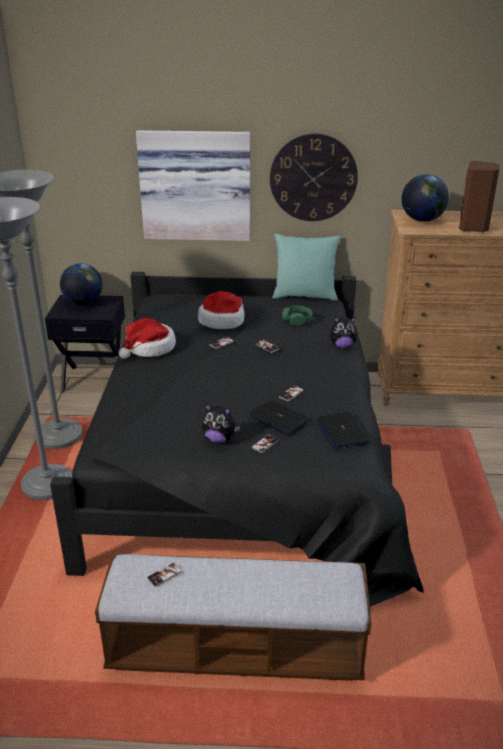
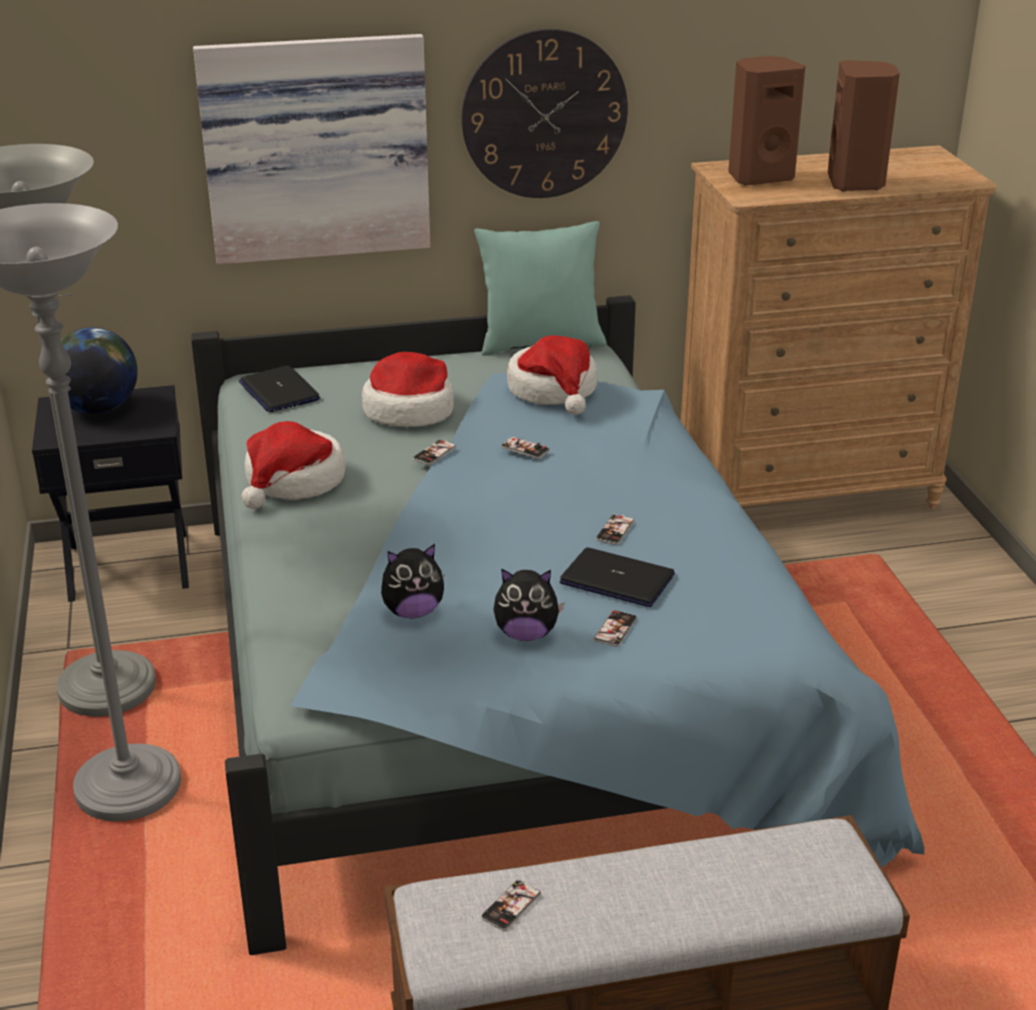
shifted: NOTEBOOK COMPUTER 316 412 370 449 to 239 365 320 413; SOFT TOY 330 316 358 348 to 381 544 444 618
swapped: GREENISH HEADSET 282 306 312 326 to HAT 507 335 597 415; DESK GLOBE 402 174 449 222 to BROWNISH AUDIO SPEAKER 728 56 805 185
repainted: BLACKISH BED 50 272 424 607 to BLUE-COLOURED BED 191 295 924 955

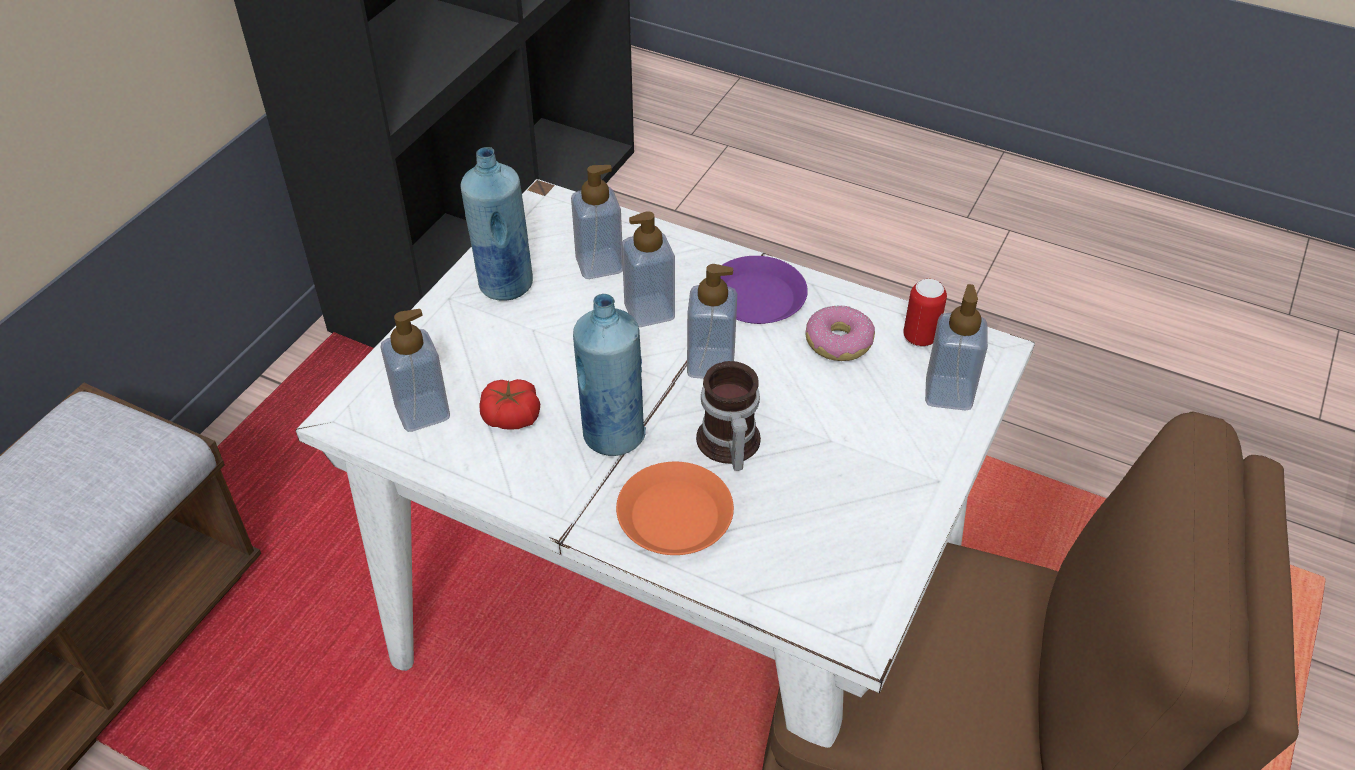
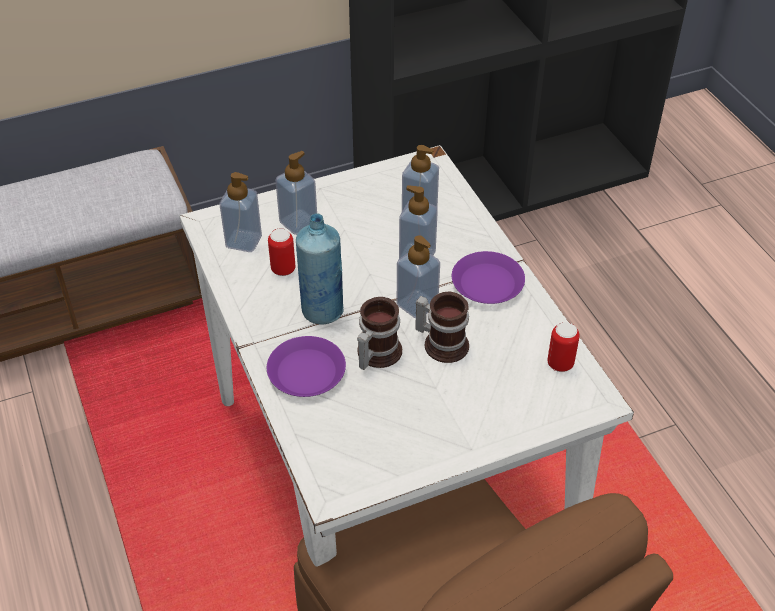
gone: BLUE-COLOURED BEVERAGE BOTTLE 461 147 533 301; RING DOUGHNUT 805 305 875 361
new: MUG 416 292 469 363
shifted: SOAP DISPENSER 925 284 988 410 to 275 151 317 235
swapped: TOMATO 479 379 540 429 to SEALED CAN 268 229 295 276
repainted: ORANGE DINNER PLATE 616 462 734 555 to PURPLE-COLOURED DINNER PLATE 267 336 346 397

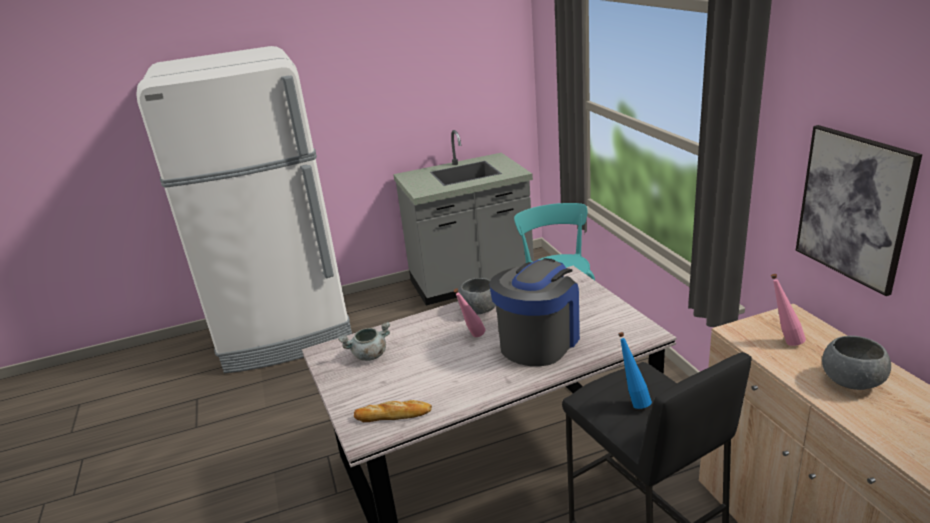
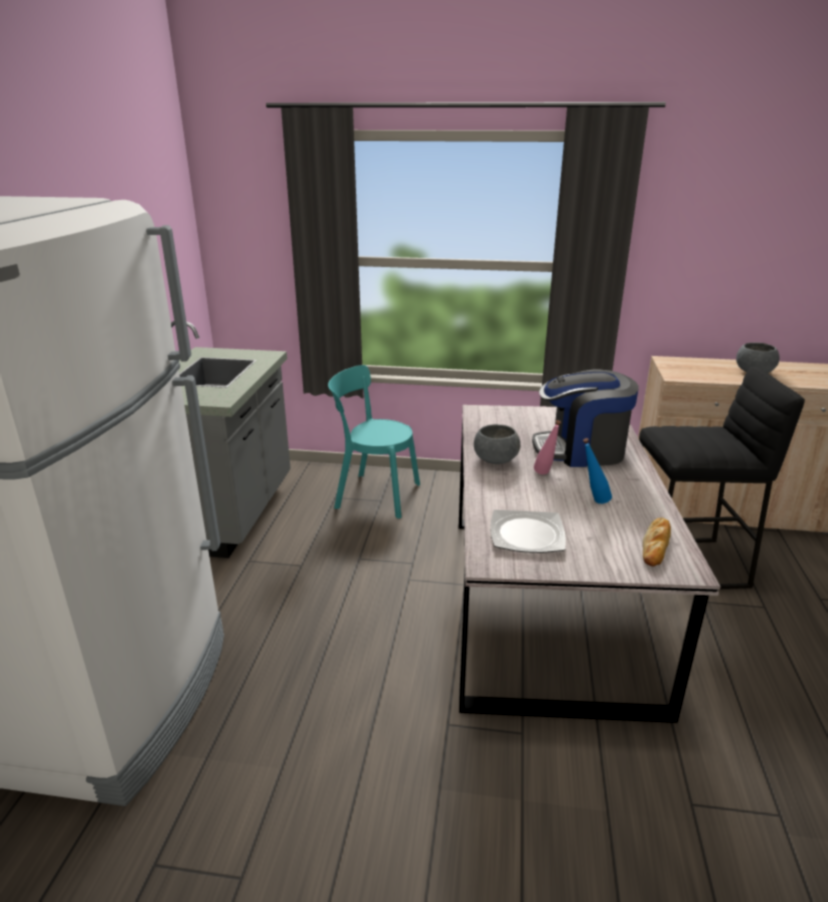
gone: PINK-COLOURED BEVERAGE BOTTLE 771 274 806 346; PICTURE 796 125 922 296
shifted: BLUE-COLOURED BEVERAGE BOTTLE 618 332 652 409 to 583 438 612 504
swapped: GREY STOCKPOT 338 322 390 361 to DINNER PLATE 490 510 566 553
rotated: COFFEE MACHINE 489 258 580 366 = 532 370 639 467 60 degrees counterclockwise

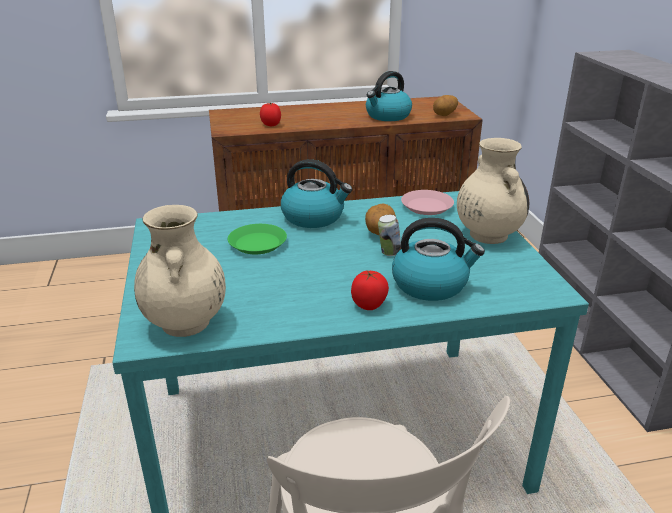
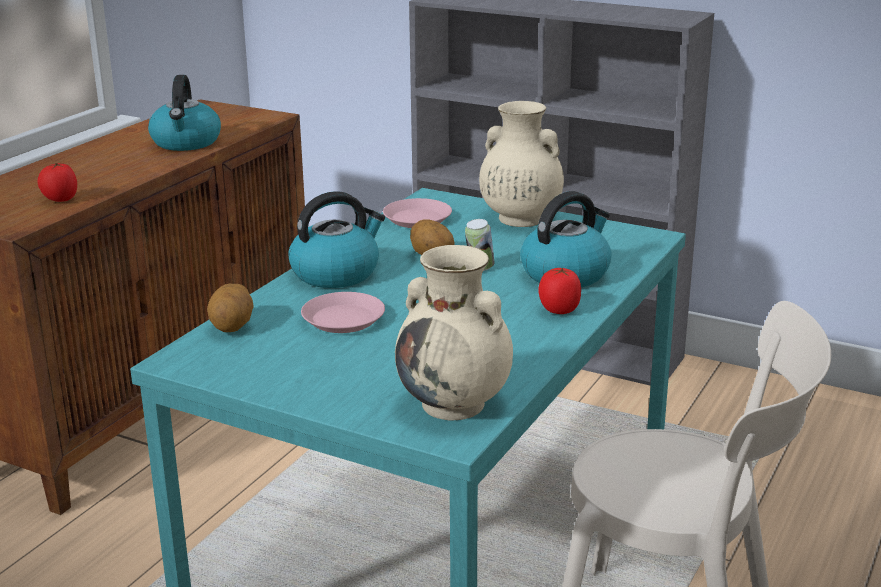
shifted: WHOLE POTATO 433 95 458 116 to 207 284 254 332
repainted: GREENISH DINNER PLATE 228 224 287 254 to PINK-COLOURED DINNER PLATE 301 292 385 333

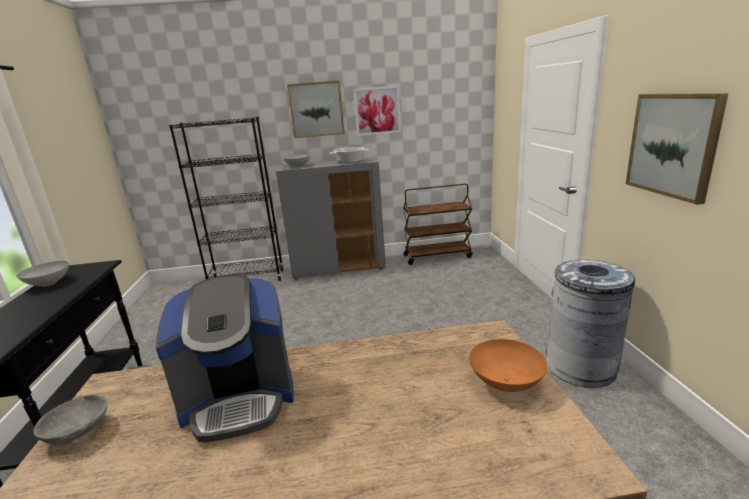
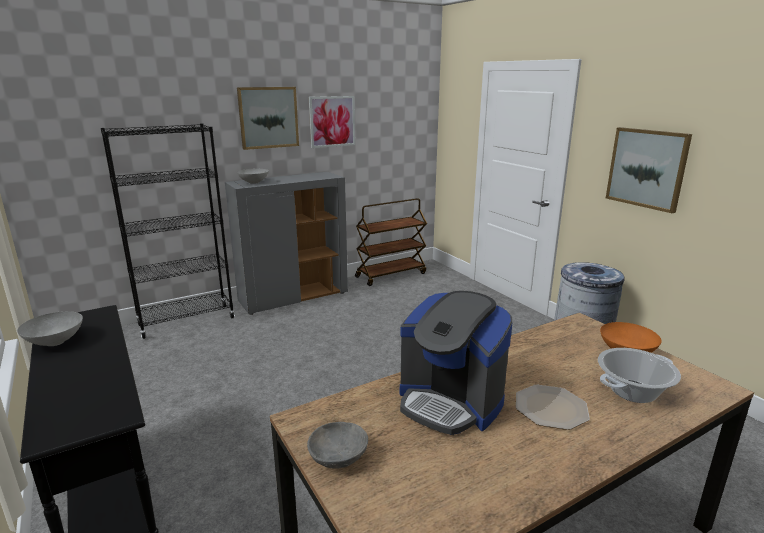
new: DINNER PLATE 516 385 590 430
shifted: STOCKPOT 329 147 369 163 to 598 348 681 403
rotated: COFFEE MACHINE 156 275 294 442 = 400 291 512 435 75 degrees clockwise

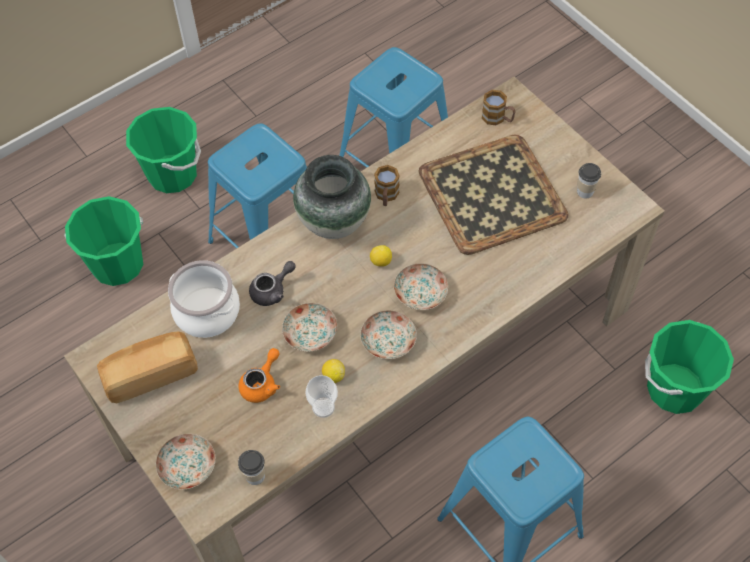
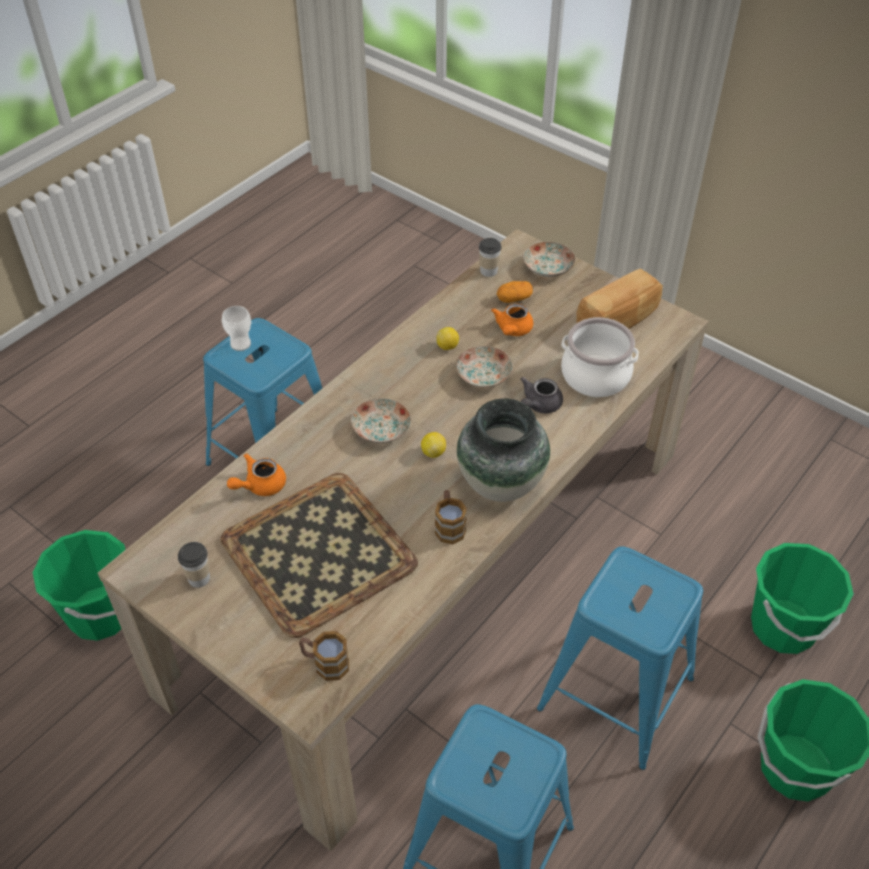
gone: DINNER PLATE 360 311 417 359
new: ORANGE TEA POT 227 453 286 496; WHOLE POTATO 497 281 533 303
shifted: CUP 306 375 338 418 to 222 306 251 351

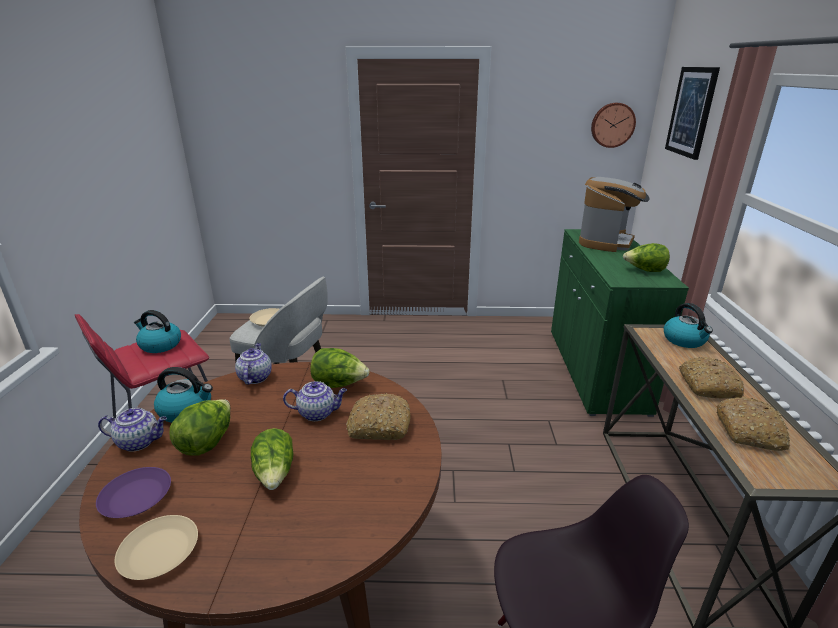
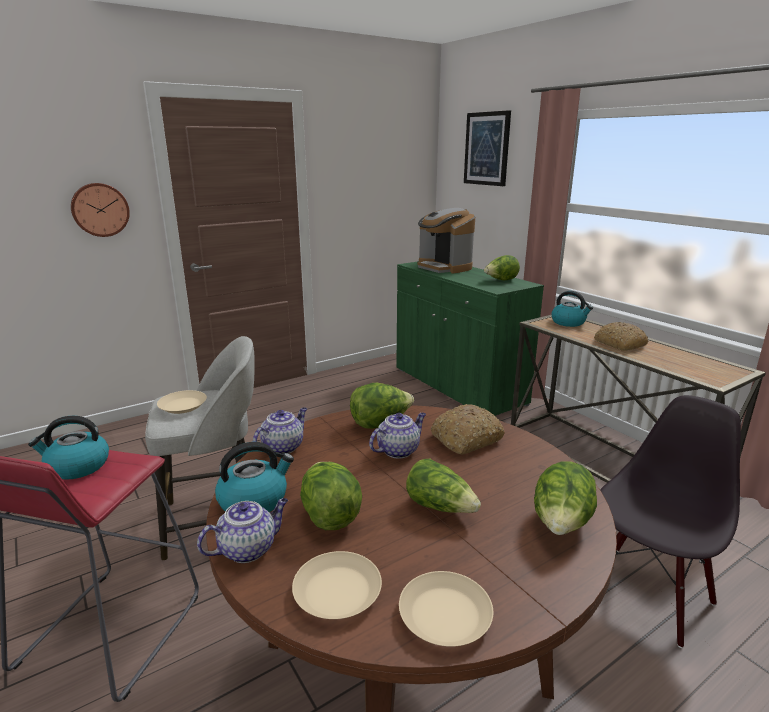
gone: BAKERY BREAD 717 397 790 451
new: HEAD OF LETTUCE 534 461 597 535
shifted: CLOCK ON THE WALL 591 103 636 148 to 71 183 130 237
repainted: PURPLE-COLOURED DINNER PLATE 96 467 171 518 to SAND-COLOURED DINNER PLATE 292 551 382 619
rotated: TEA POT 235 343 272 385 = 253 407 307 454 75 degrees clockwise; COFFEE MACHINE 579 177 650 252 = 417 208 475 274 150 degrees clockwise

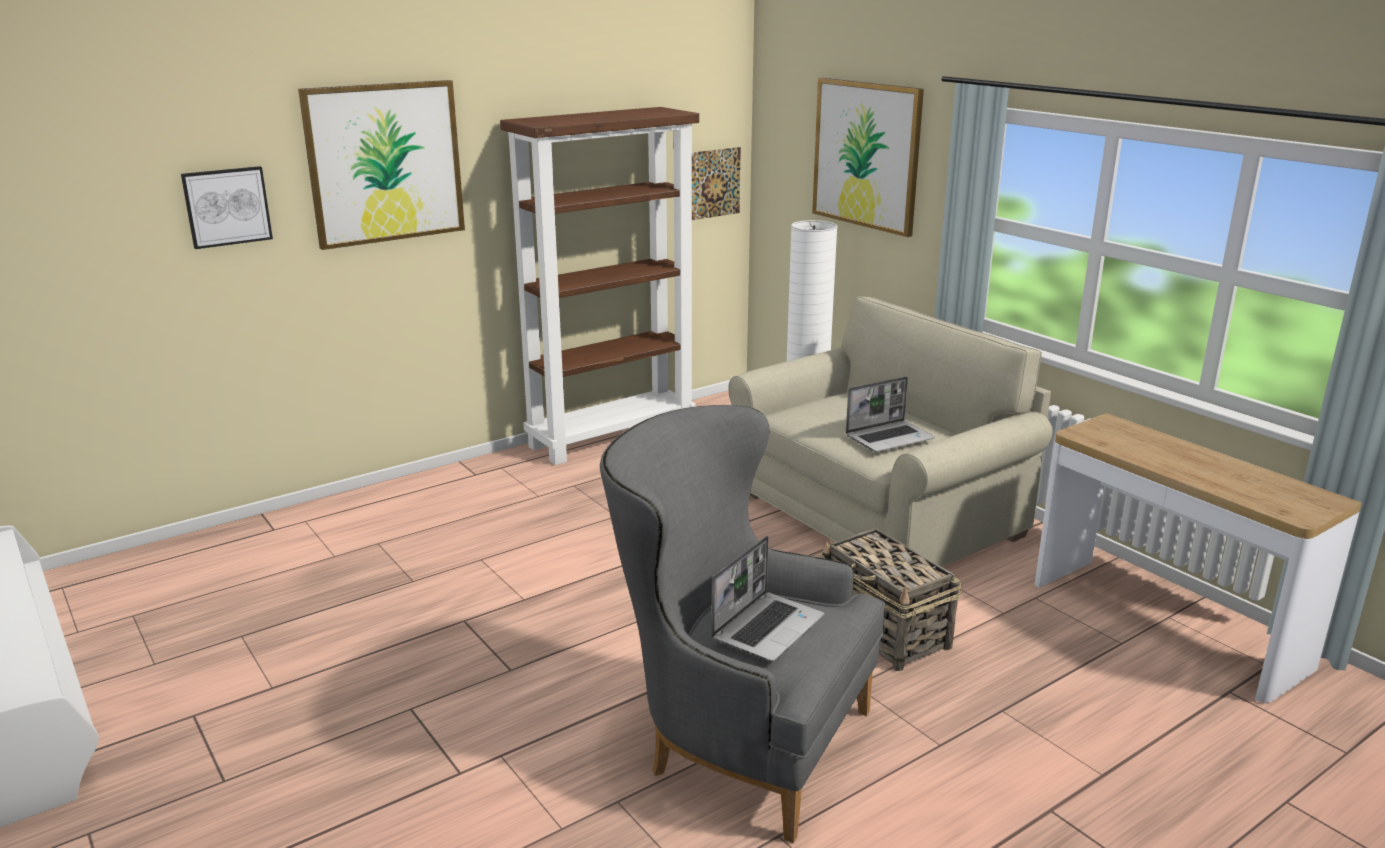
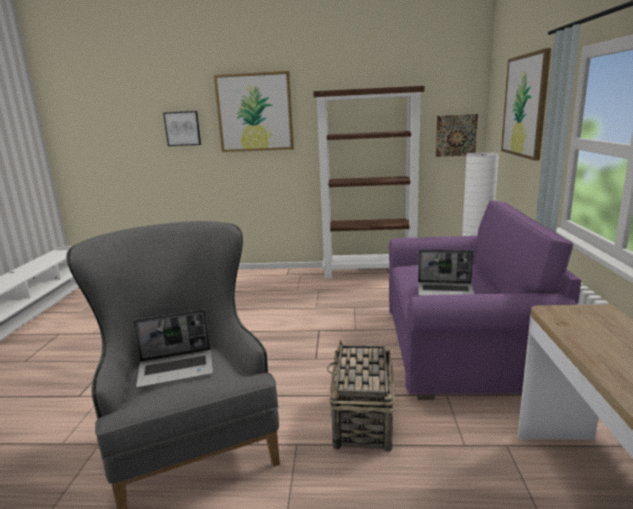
repainted: SAND-COLOURED SETTEE 728 296 1053 567 to PURPLE-COLOURED SETTEE 389 200 582 400

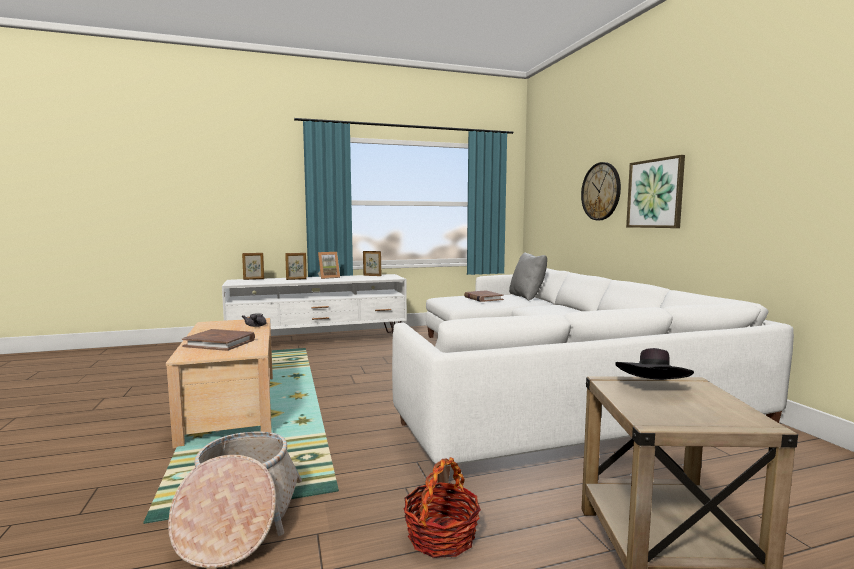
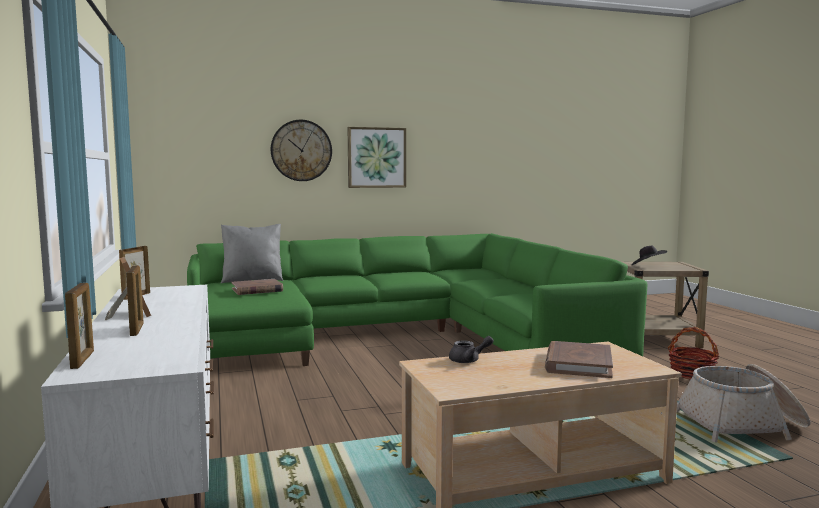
repainted: WHITISH SETTEE 392 268 794 483 to GREENISH SETTEE 187 233 648 366

